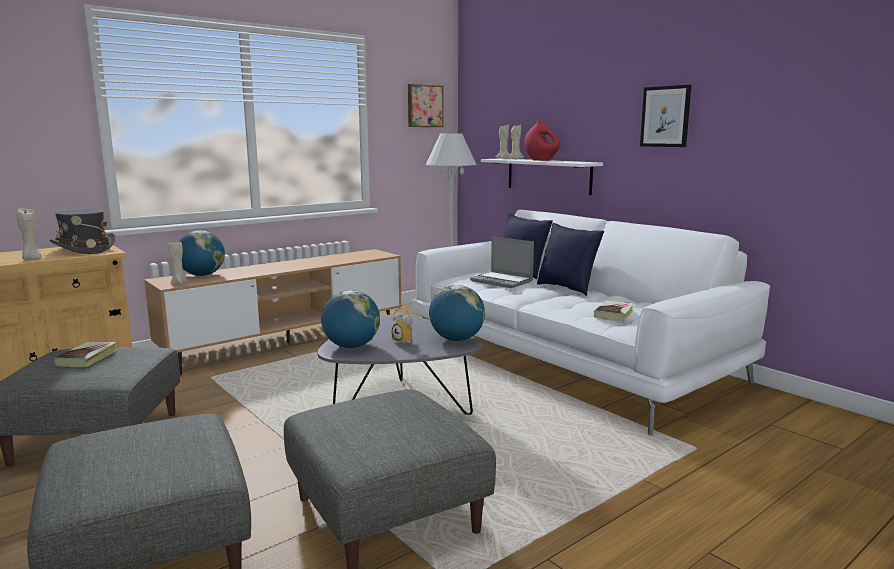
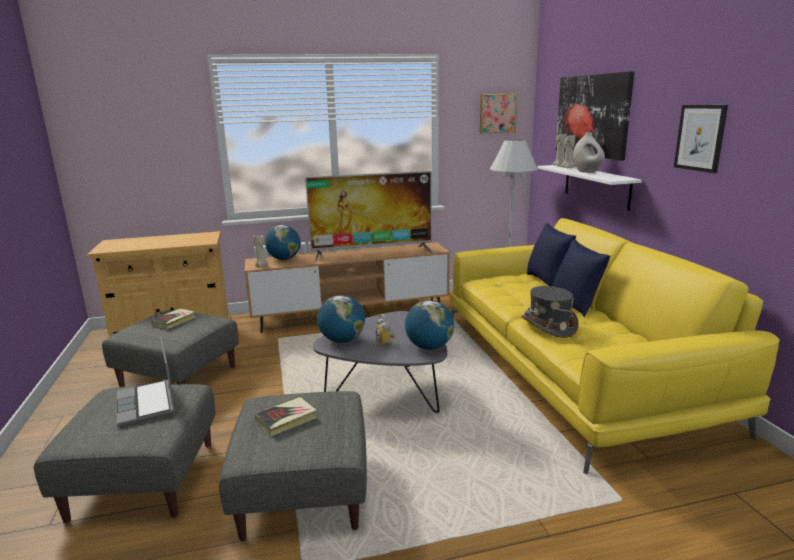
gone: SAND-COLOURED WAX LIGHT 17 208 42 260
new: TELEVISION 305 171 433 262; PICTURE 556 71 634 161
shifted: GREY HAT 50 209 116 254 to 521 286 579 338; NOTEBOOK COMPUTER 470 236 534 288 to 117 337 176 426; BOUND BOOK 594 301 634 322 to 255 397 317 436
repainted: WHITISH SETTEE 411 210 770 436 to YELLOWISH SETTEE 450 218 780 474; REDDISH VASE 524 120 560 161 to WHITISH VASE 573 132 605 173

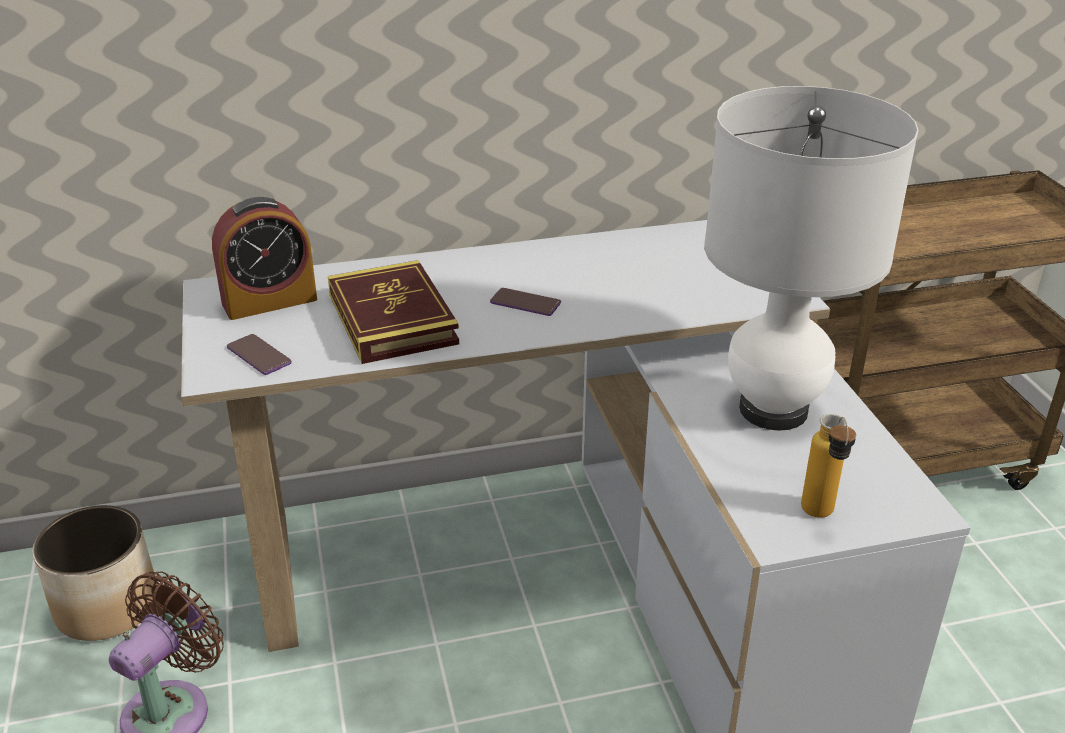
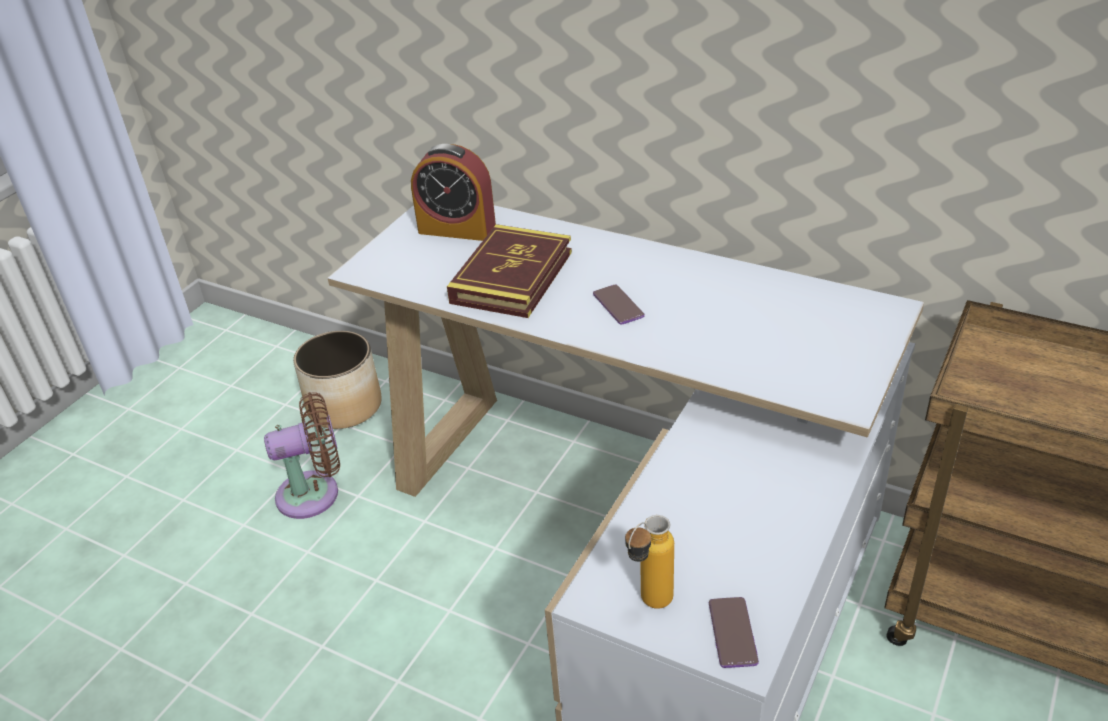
gone: WHITISH LAMP FOR A TABLE 704 86 918 431
shifted: HANDSET 227 334 292 375 to 709 597 759 668

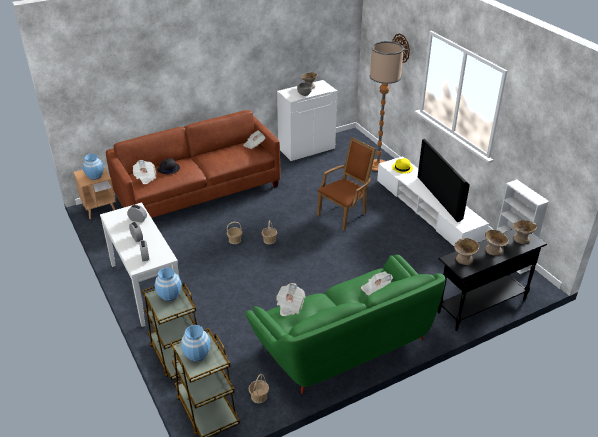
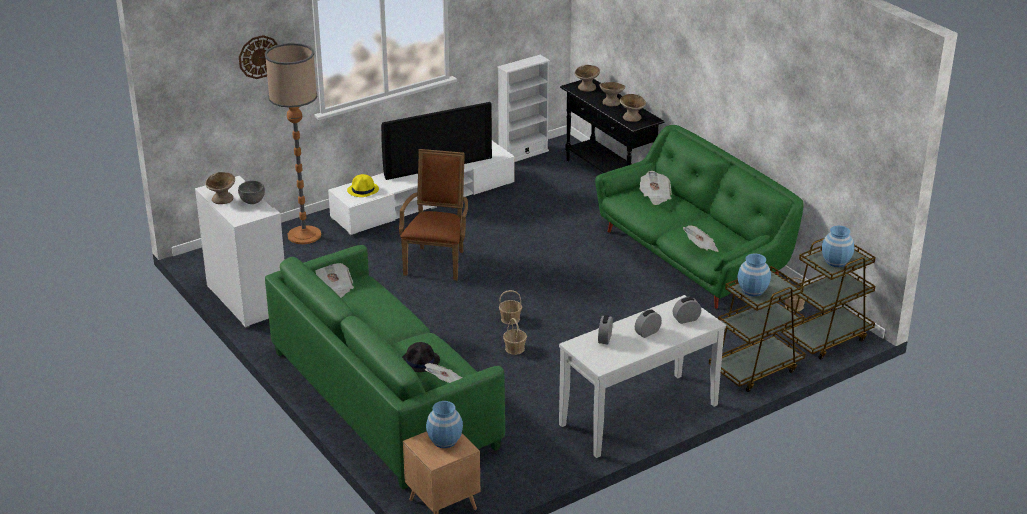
repainted: BROWNISH SETTEE 106 110 281 218 to GREENISH SETTEE 265 245 505 489
rotated: BROWNISH ARMCHAIR 317 138 376 231 = 399 149 468 281 60 degrees clockwise

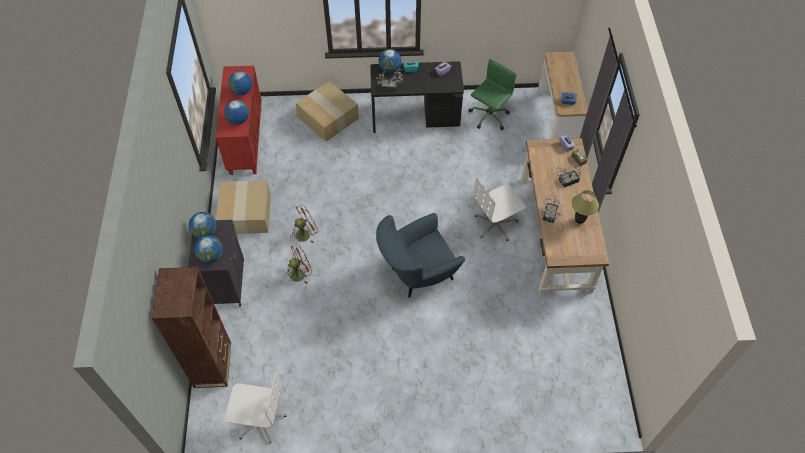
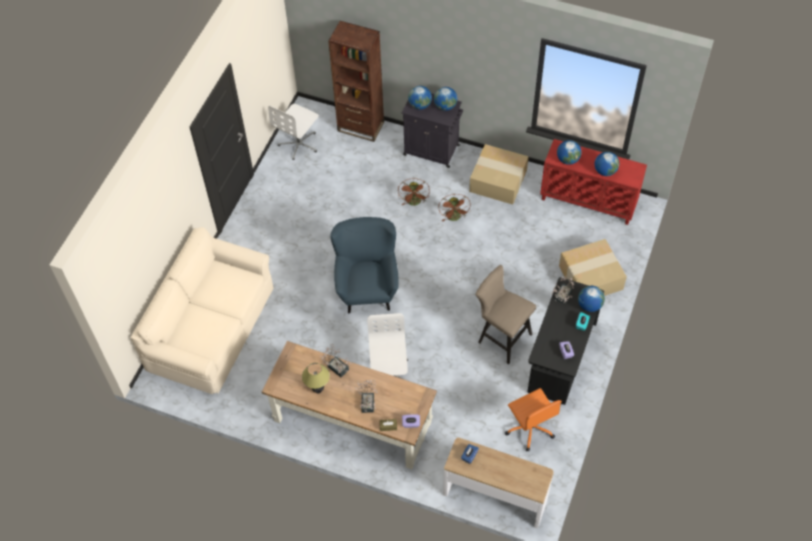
new: SAND-COLOURED SETTEE 131 227 273 394; SAND-COLOURED SITTING STOOL 475 265 536 364
repainted: GREENISH OFFICE CHAIR 469 59 517 130 to ORANGE OFFICE CHAIR 505 388 562 451

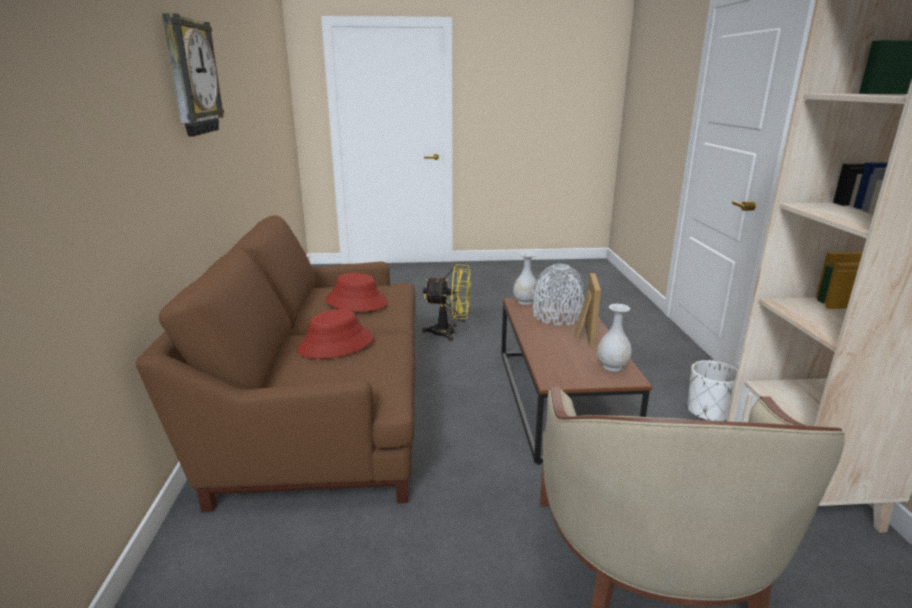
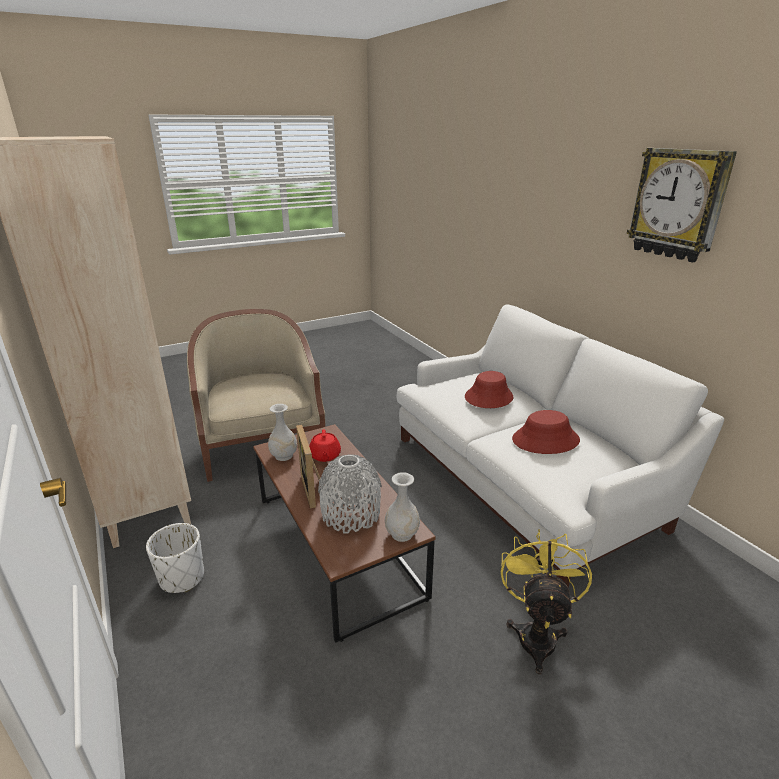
new: REDDISH TEA POT 309 429 341 462
repainted: BROWNISH SETTEE 136 215 416 512 to WHITISH SETTEE 397 305 724 587
rotated: YELLOWISH COOLING FAN 422 264 471 341 = 501 529 592 674 120 degrees clockwise

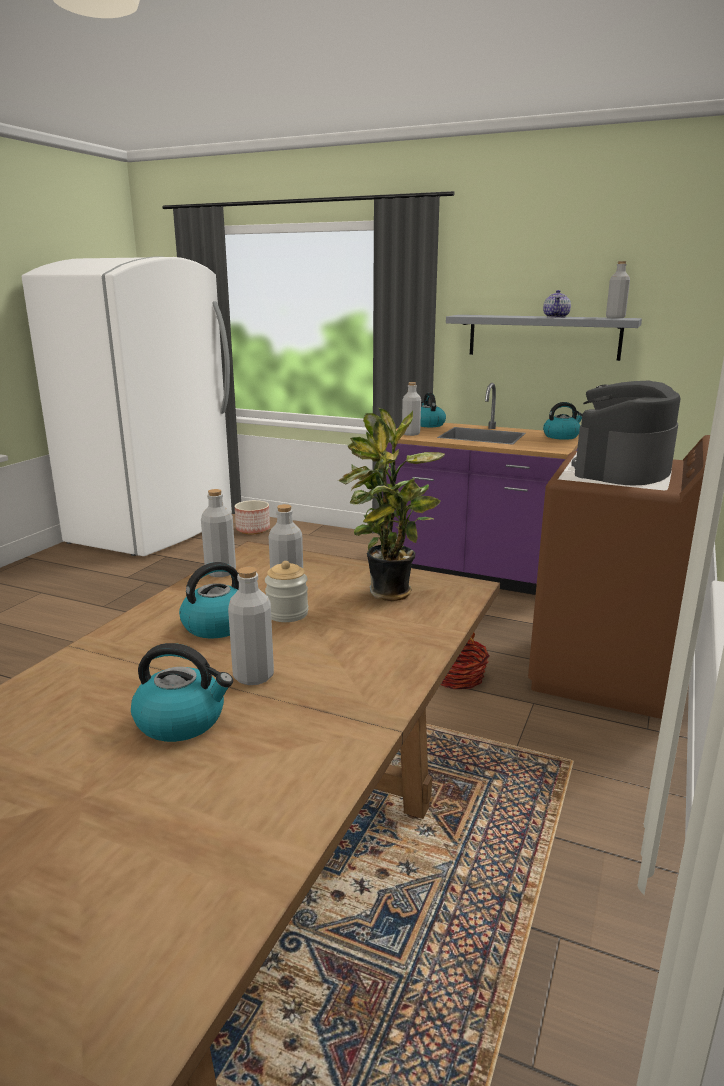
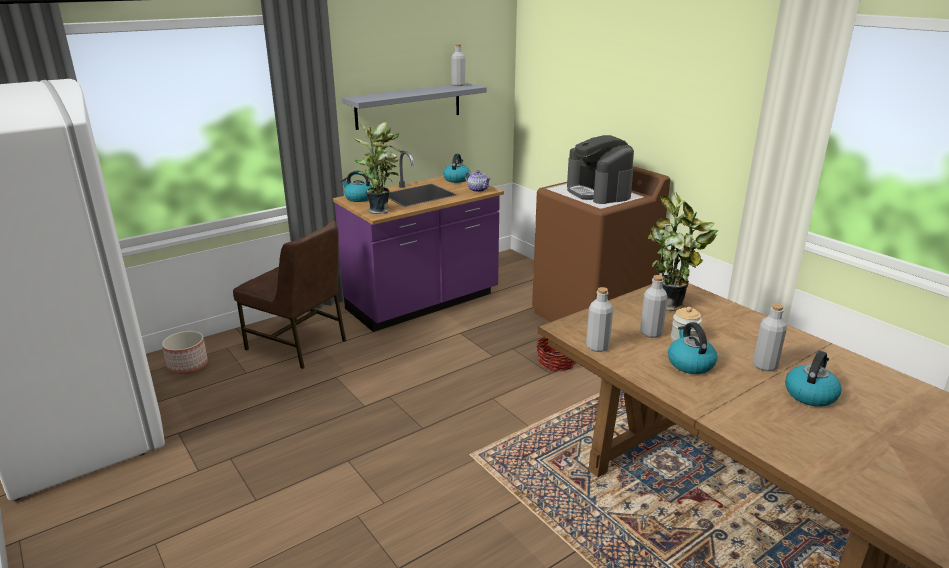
new: BROWNISH PLAIN CHAIR 233 221 346 369
shifted: TEA POT 543 290 571 318 to 465 170 491 192
swapped: GREY BEVERAGE BOTTLE 402 382 421 436 to HOUSEPLANT 354 122 403 214

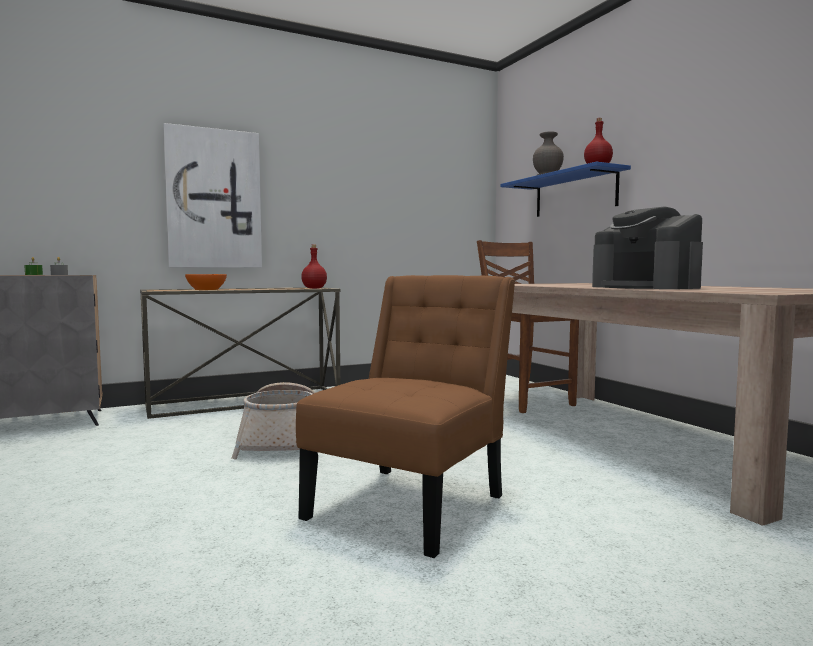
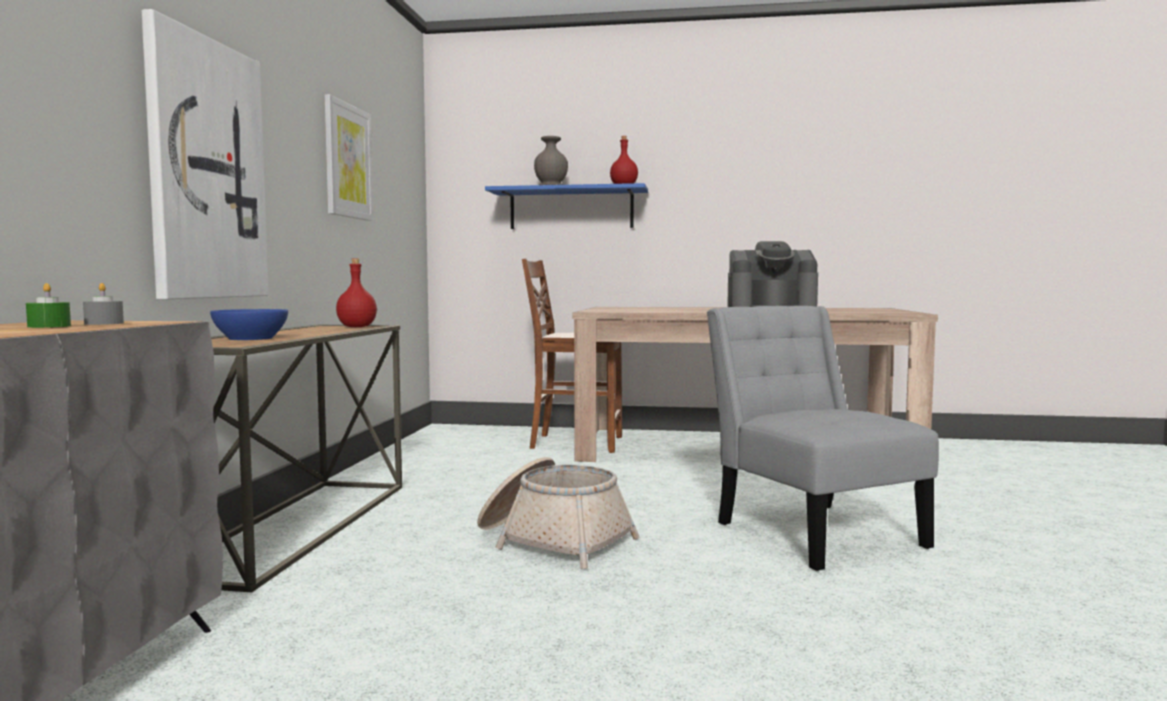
new: PICTURE 325 94 373 221
repainted: ORANGE BOWL 185 274 227 290 to BLUE-COLOURED BOWL 210 309 288 340; BROWNISH PLAIN CHAIR 296 275 515 558 to GREY PLAIN CHAIR 707 306 939 571

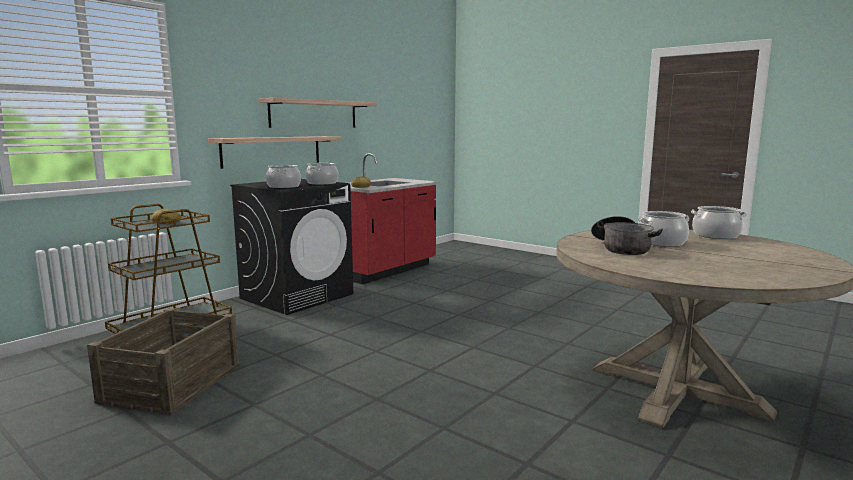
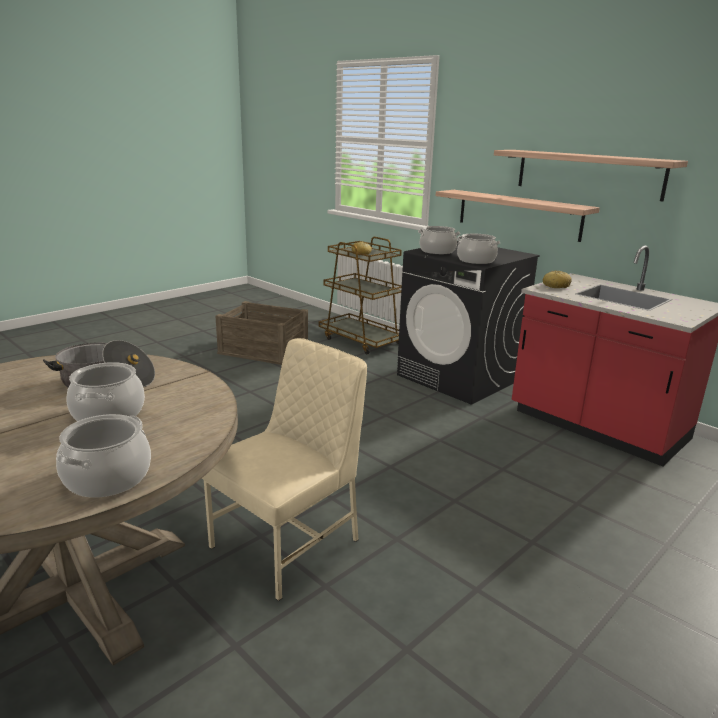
new: SAND-COLOURED PLAIN CHAIR 202 338 367 601

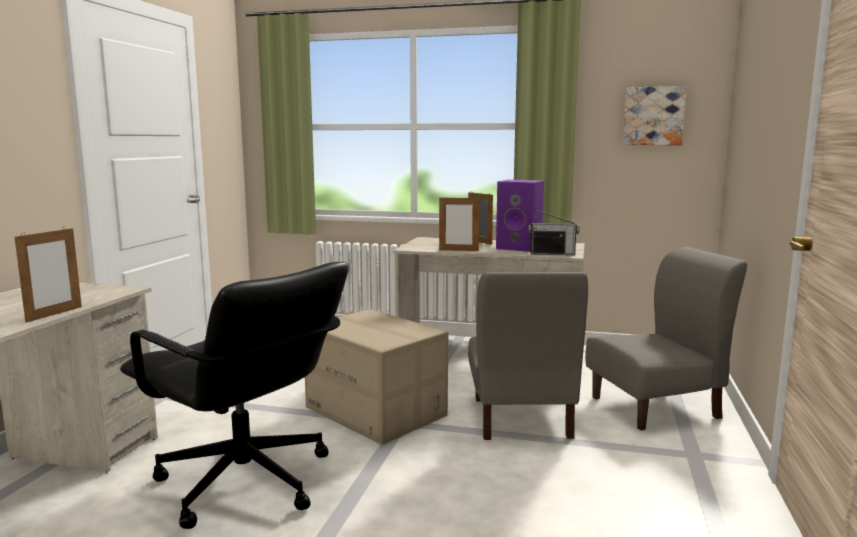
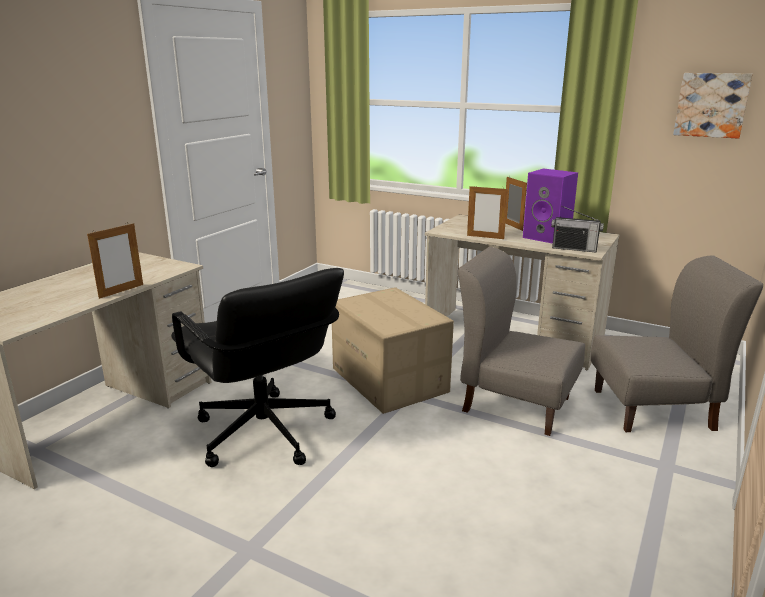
rotated: GREY PLAIN CHAIR 468 272 588 440 = 458 247 585 436 105 degrees clockwise

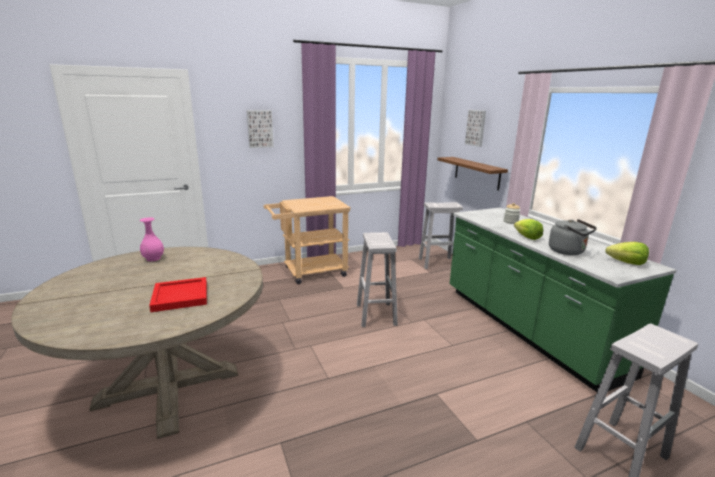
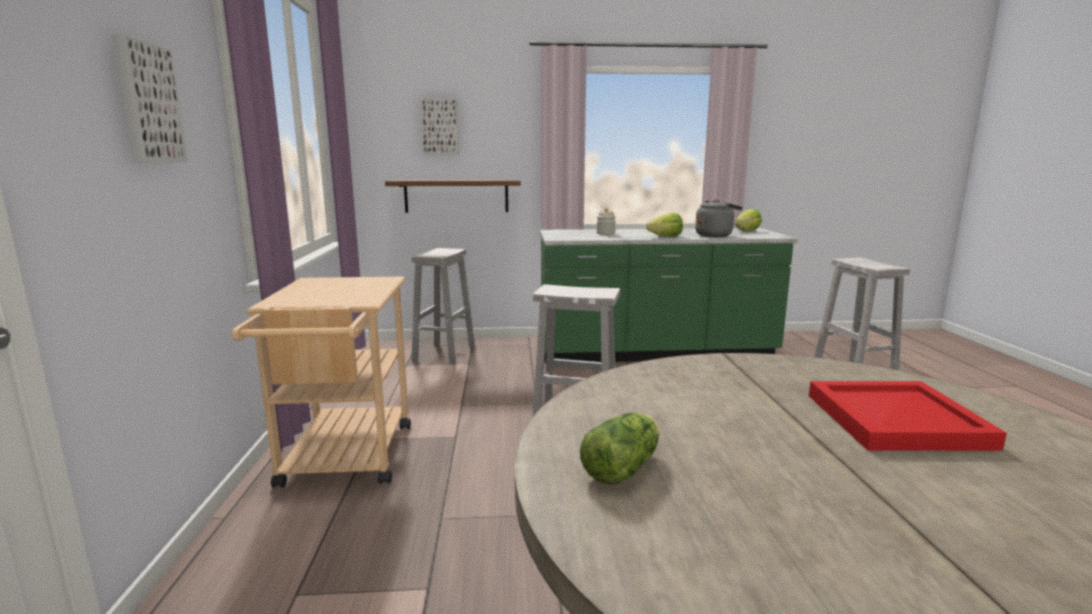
swapped: PINK-COLOURED VASE 140 217 164 261 to HEAD OF LETTUCE 580 412 660 484

